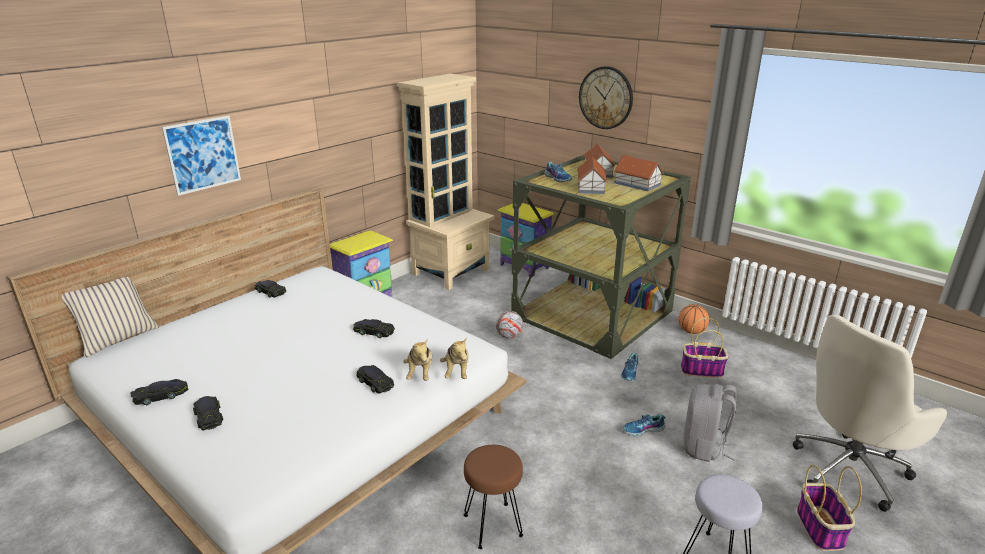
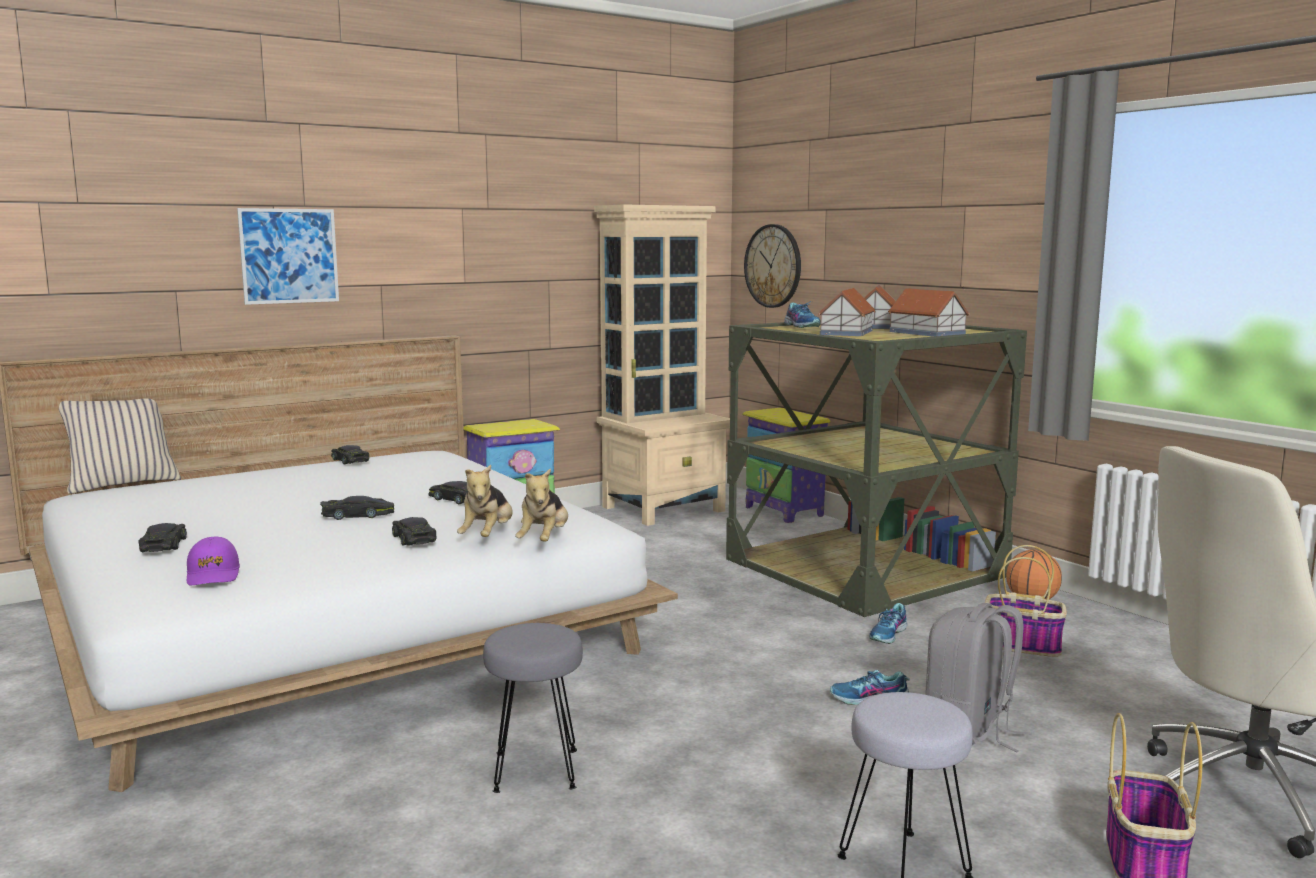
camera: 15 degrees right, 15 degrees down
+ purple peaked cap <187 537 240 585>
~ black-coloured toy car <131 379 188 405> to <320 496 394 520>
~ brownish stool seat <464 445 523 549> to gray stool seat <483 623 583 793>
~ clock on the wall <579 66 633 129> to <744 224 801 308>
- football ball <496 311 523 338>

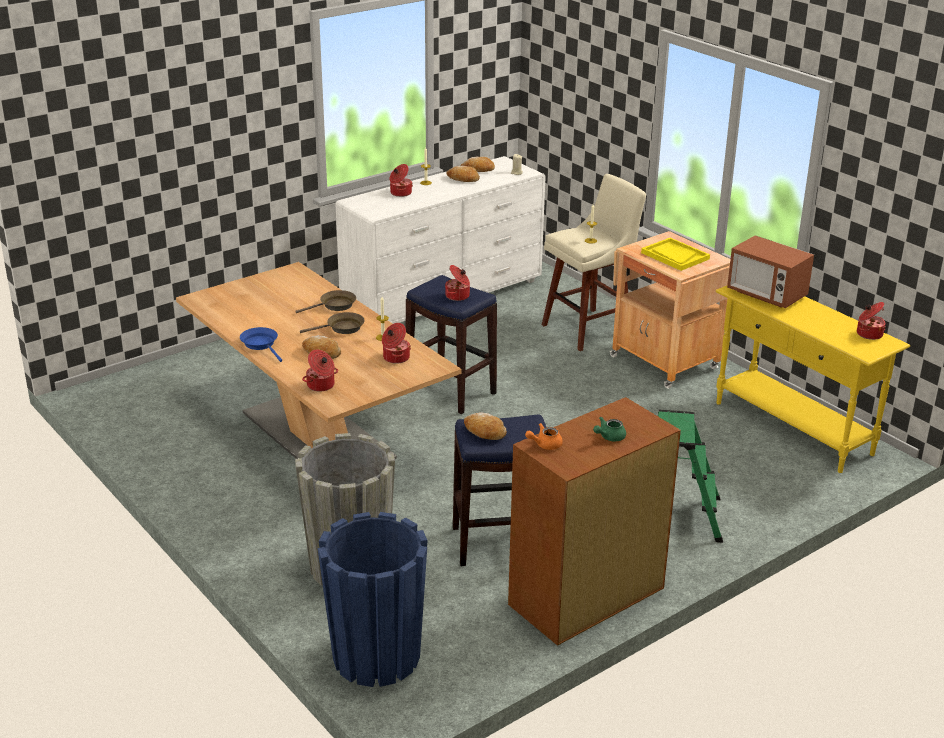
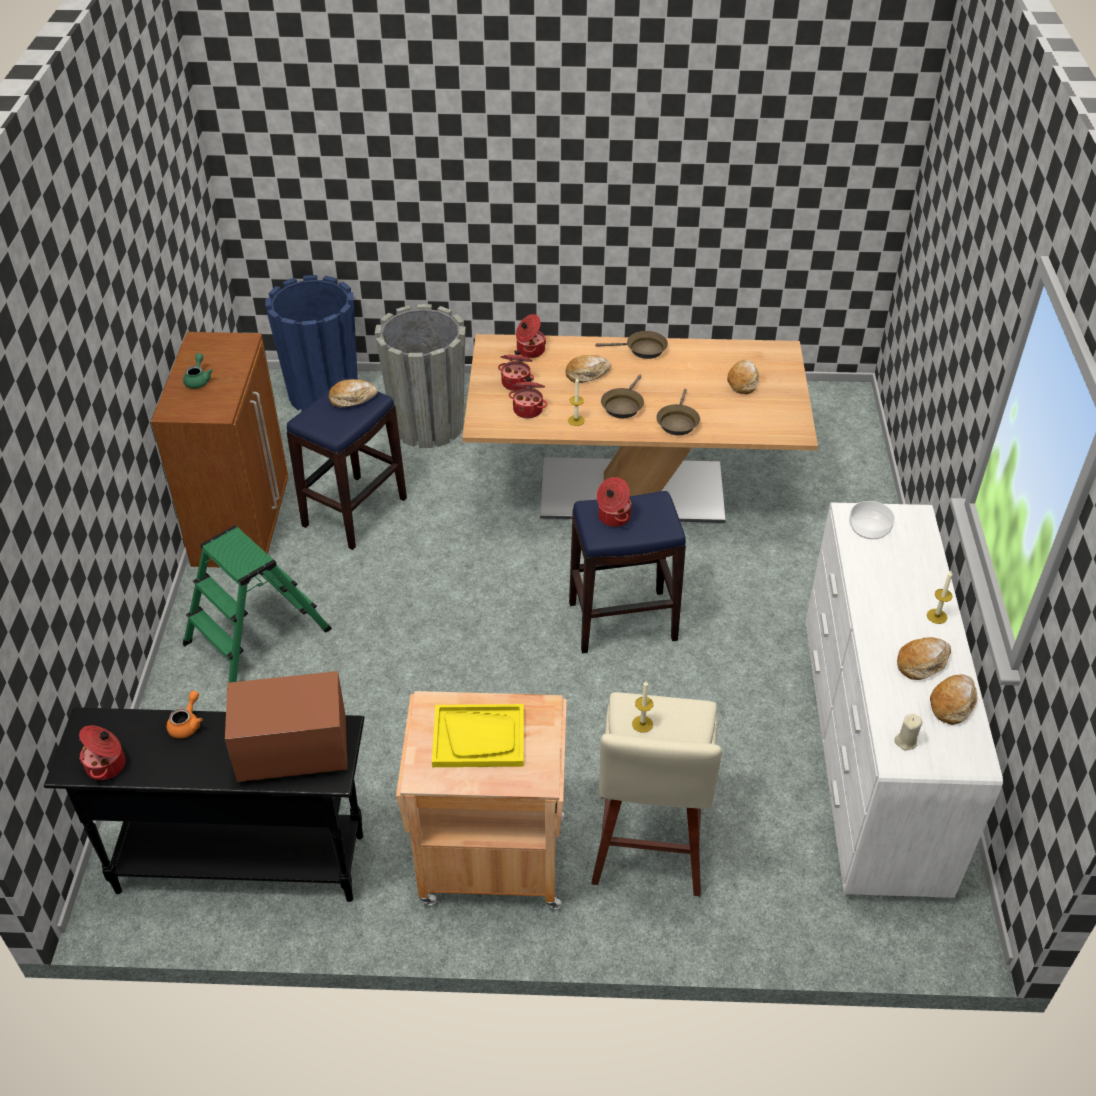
camera: 130 degrees right, 15 degrees up
~ yellowish console table <716 286 910 473> to black-coloured console table <44 707 365 902>
~ orangey teapot <525 423 563 450> to <167 691 203 739>
~ stockpot <390 164 413 197> to <498 350 534 391>
~ blue-coloured pan <240 327 282 362> to brownish pan <596 331 668 359>
+ baked bread <727 360 759 394>
+ deep dish <849 501 895 539>

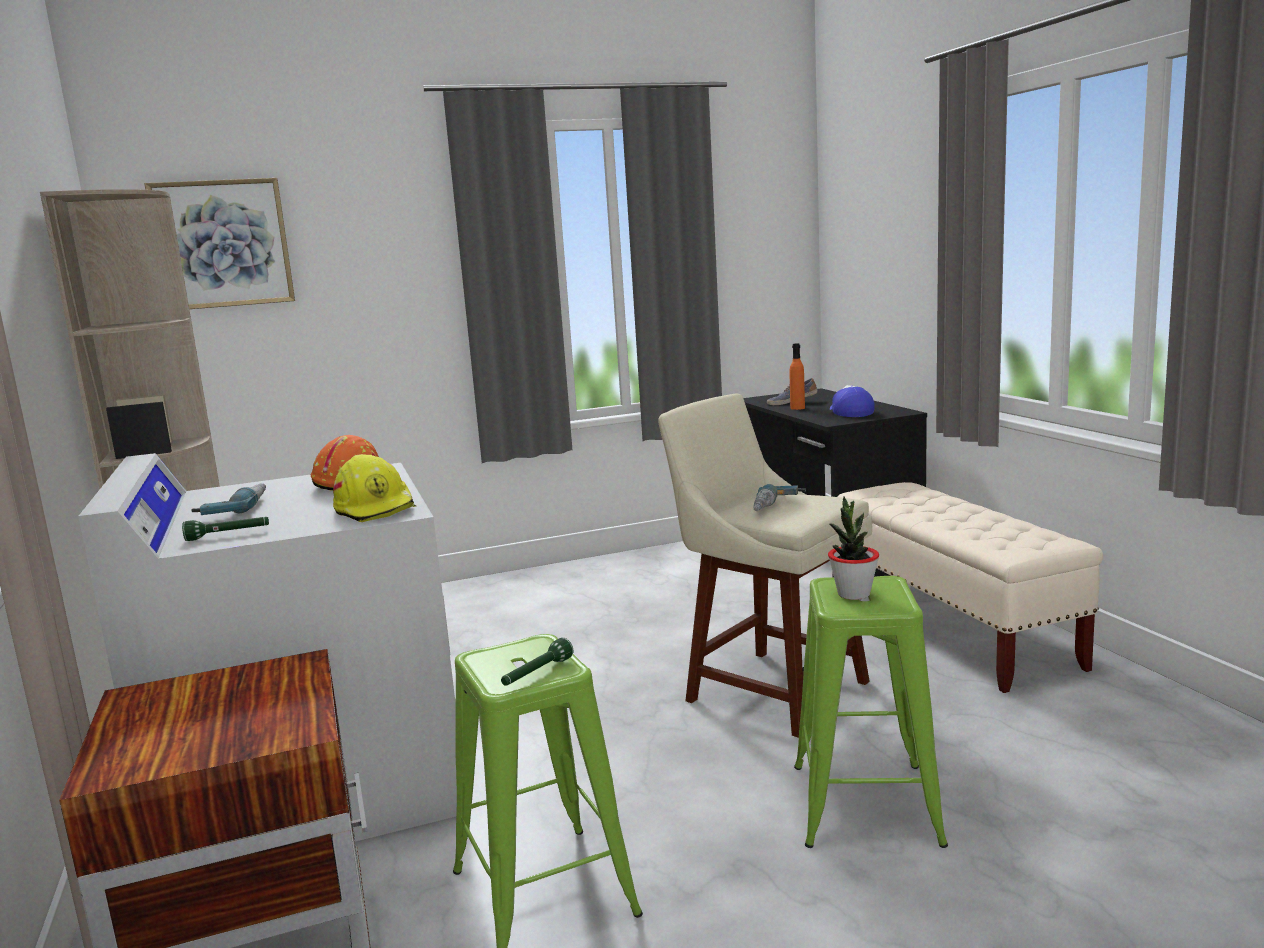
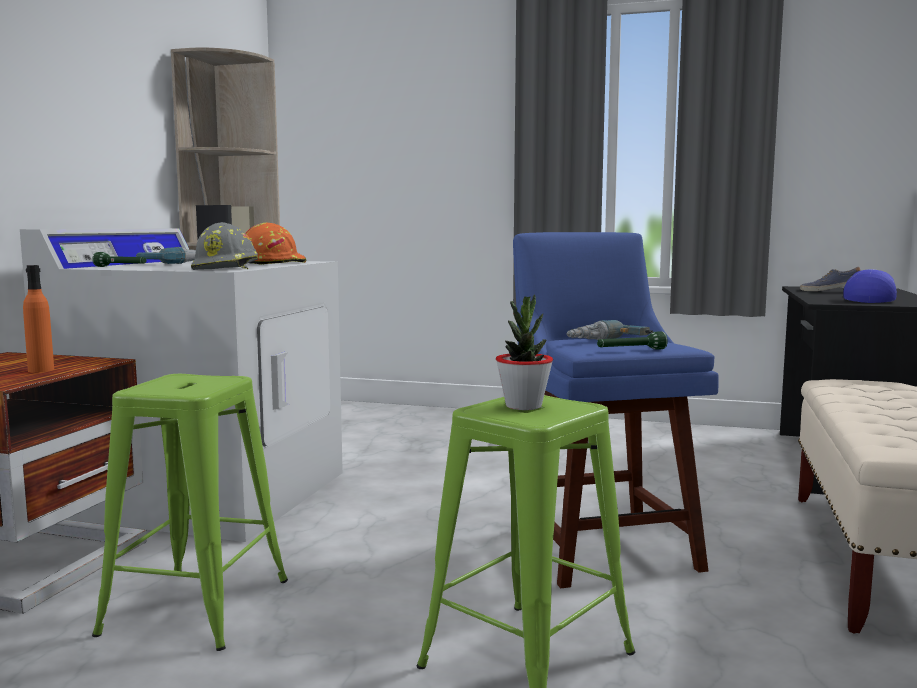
camera: 35 degrees right, 5 degrees down
~ orangey bottle <790 343 805 410> to <23 265 54 372>
~ yellowish work helmet <333 454 416 522> to gray work helmet <191 222 258 270>
~ sand-coloured stool seat <658 394 872 738> to blue-coloured stool seat <513 232 719 588>
~ green flashlight <501 638 573 686> to <597 331 668 350>
- picture <144 178 295 309>

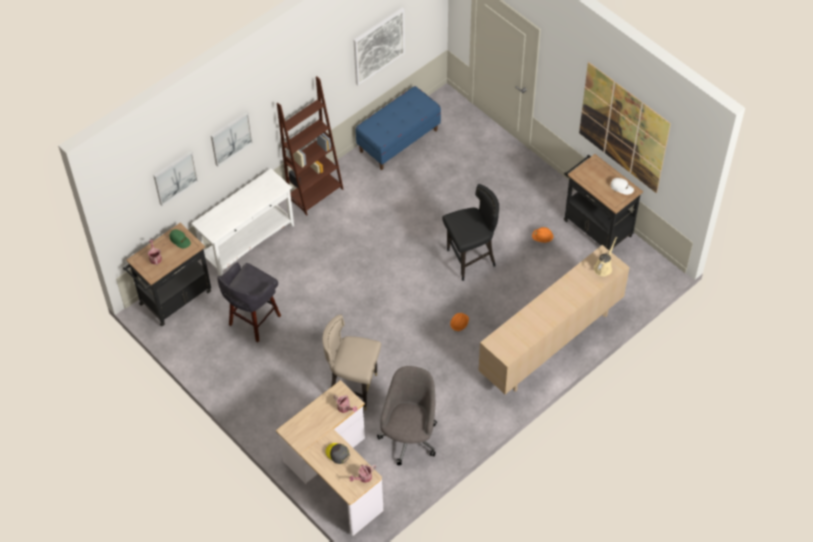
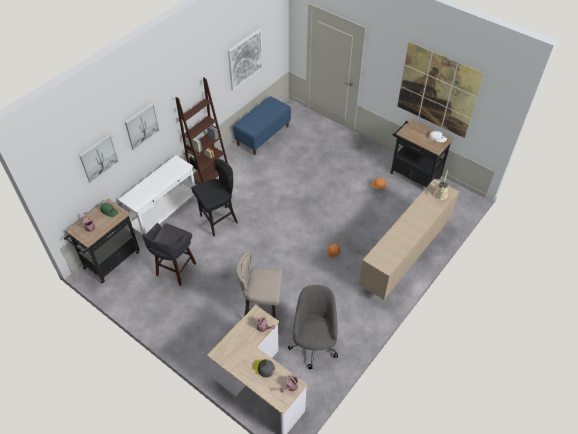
camera: 10 degrees left, 5 degrees down
~ black-coloured stool seat <442 184 499 281> to <192 158 238 236>

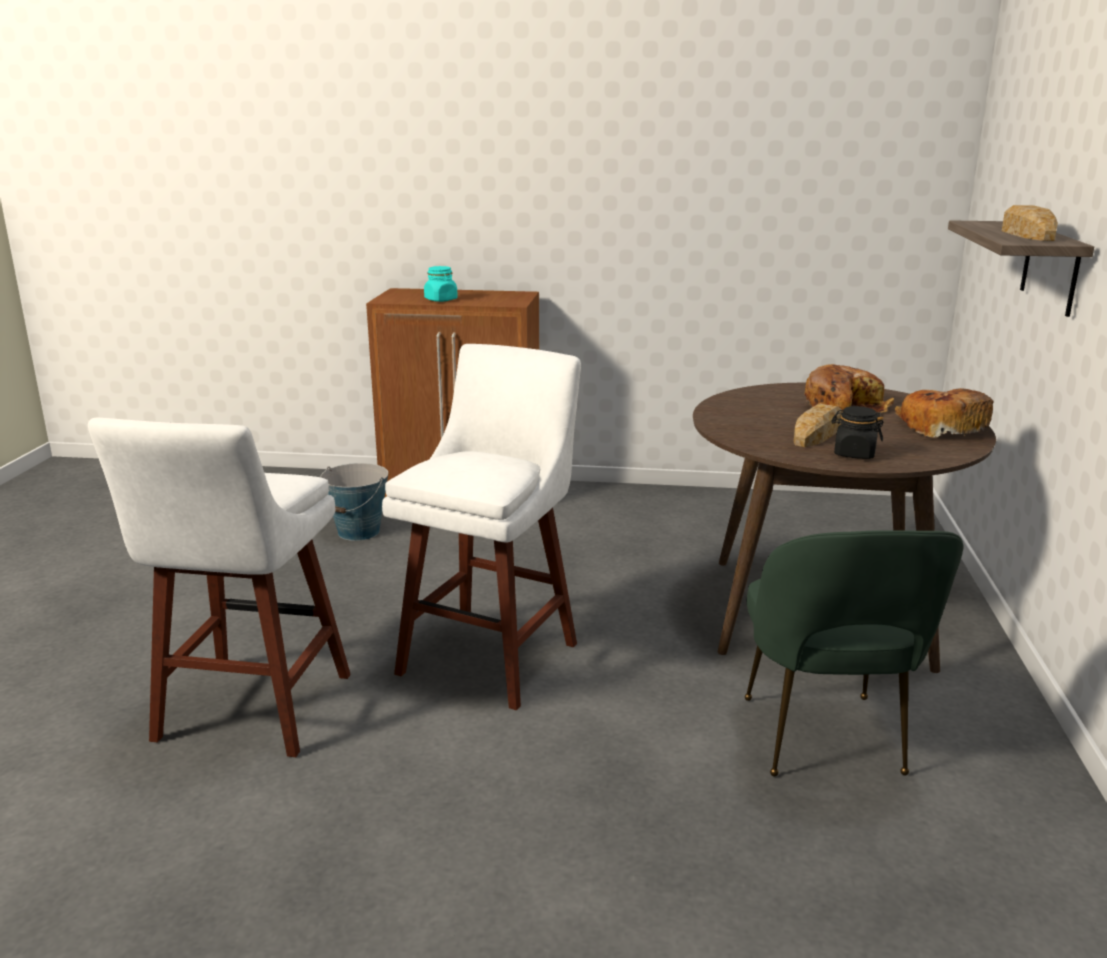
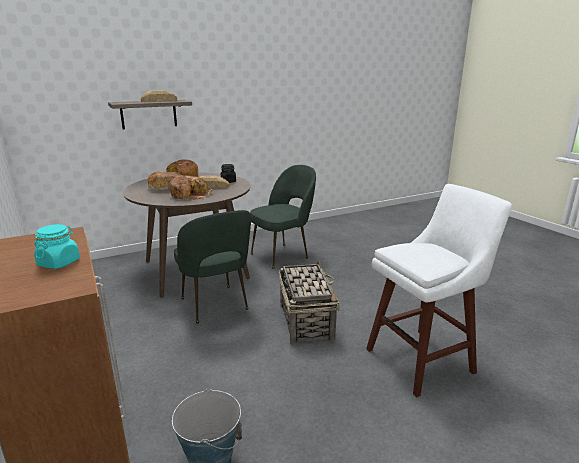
camera: 125 degrees left, 0 degrees up
+ baked bread <170 175 212 200>
+ green plain chair <174 210 251 324>
~ white stool seat <382 344 581 710> to basket <279 259 340 345>

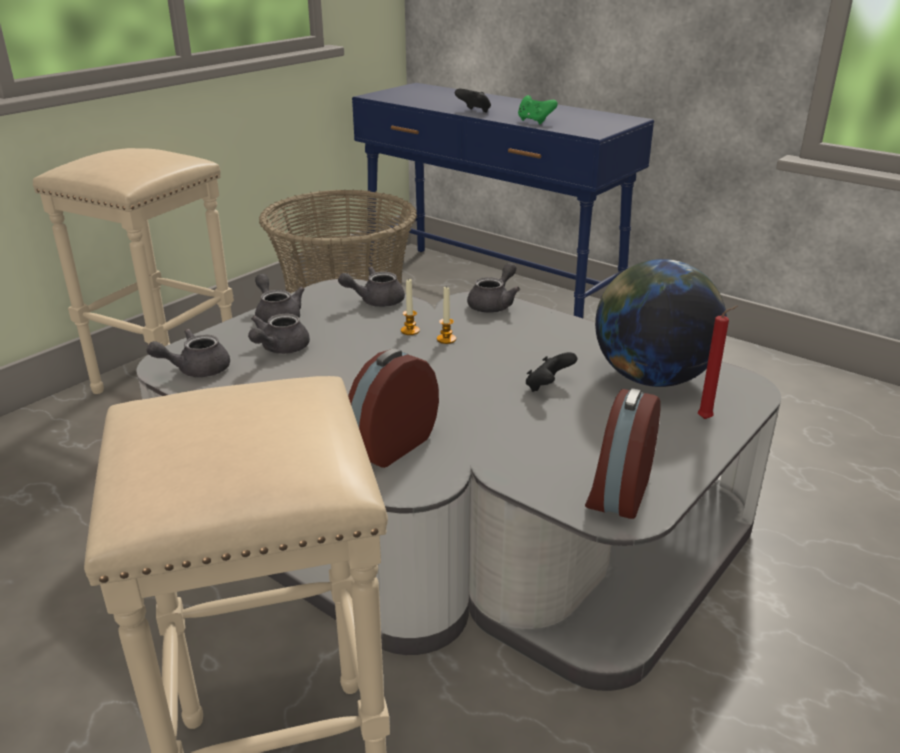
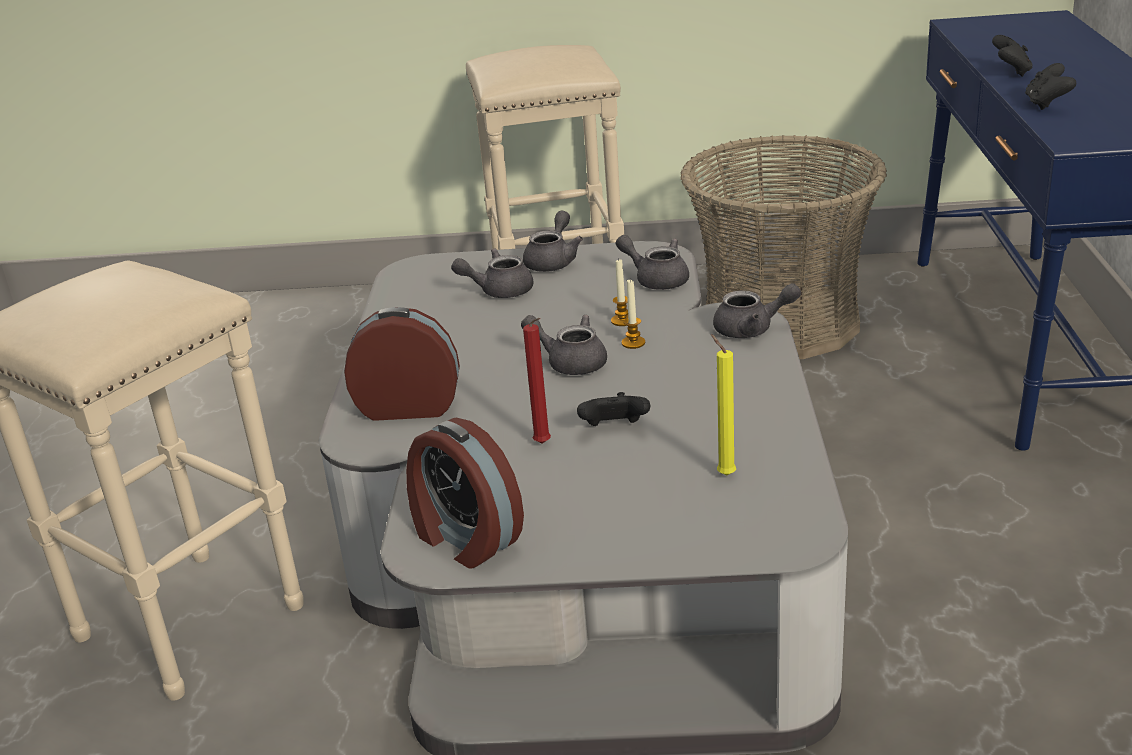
camera: 55 degrees right, 0 degrees up
~ alarm clock <585 388 660 519> = <406 418 524 569> 120 degrees counterclockwise
~ gray teapot <147 329 230 377> to <521 315 607 375>
~ red candle <698 306 738 419> to <523 318 551 444>
~ globe <595 259 727 387> to yellowish candle <711 334 736 476>
~ green joypad <518 95 558 124> to black-coloured joypad <1025 63 1076 110>

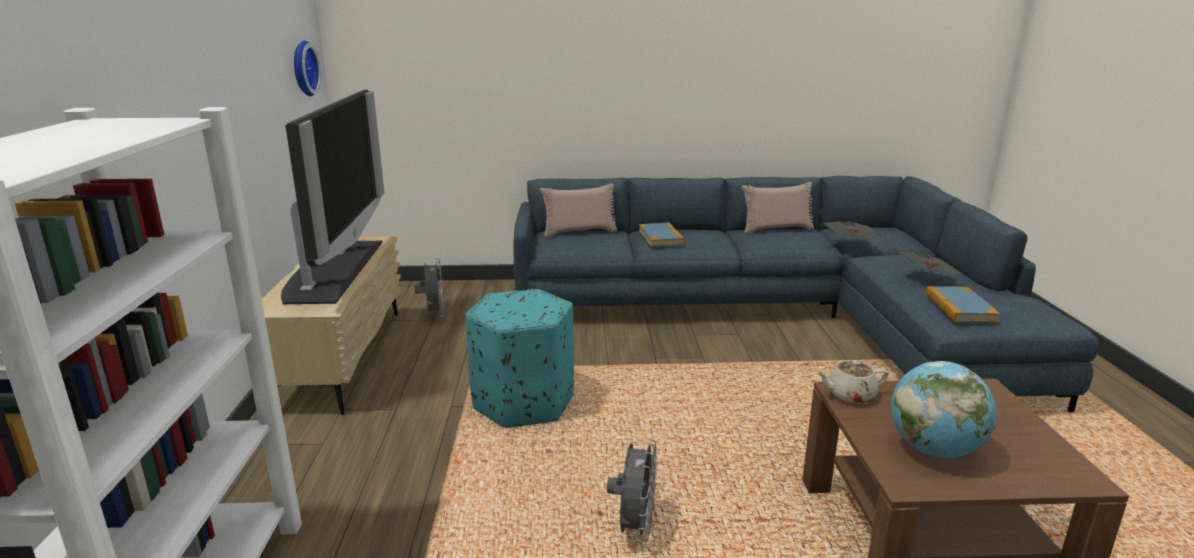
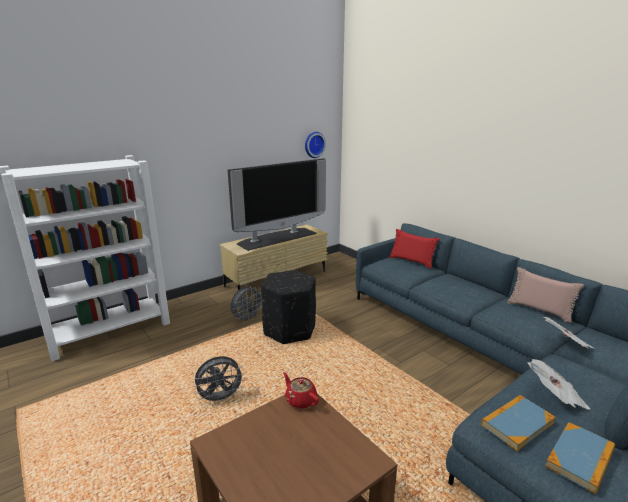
camera: 55 degrees right, 0 degrees up
~ gray fan <415 258 444 317> to <231 286 262 323>
~ turquoise-coloured ottoman <465 289 574 428> to black-coloured ottoman <261 270 316 344>
~ sand-coloured teapot <816 360 889 404> to red teapot <283 372 319 409>
~ sand-coloured cushion <540 183 617 238> to red cushion <389 229 439 269>
~ book <639 223 685 247> to <545 422 615 494>
- globe <891 361 997 458>

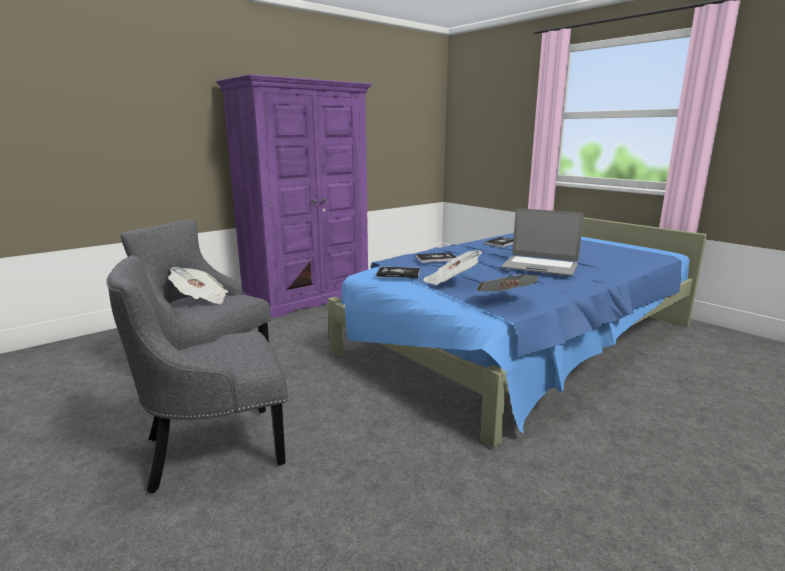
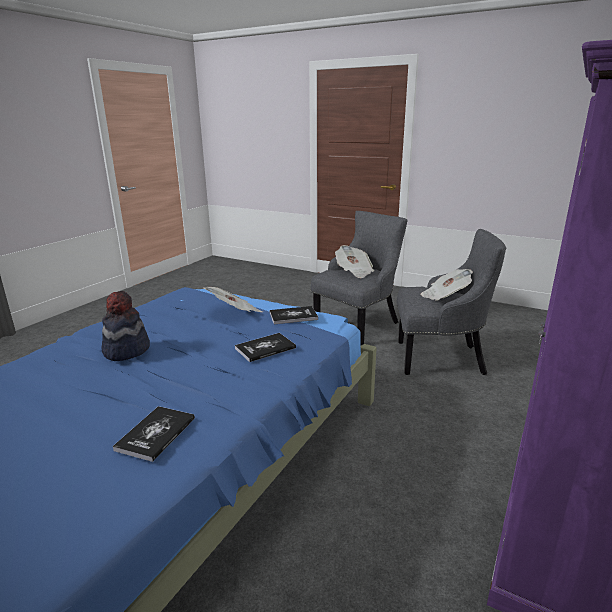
camera: 160 degrees right, 5 degrees up
~ laptop <502 208 584 276> to clothing hat <102 291 150 361>
~ newspaper <477 274 538 292> to <335 245 374 278>

